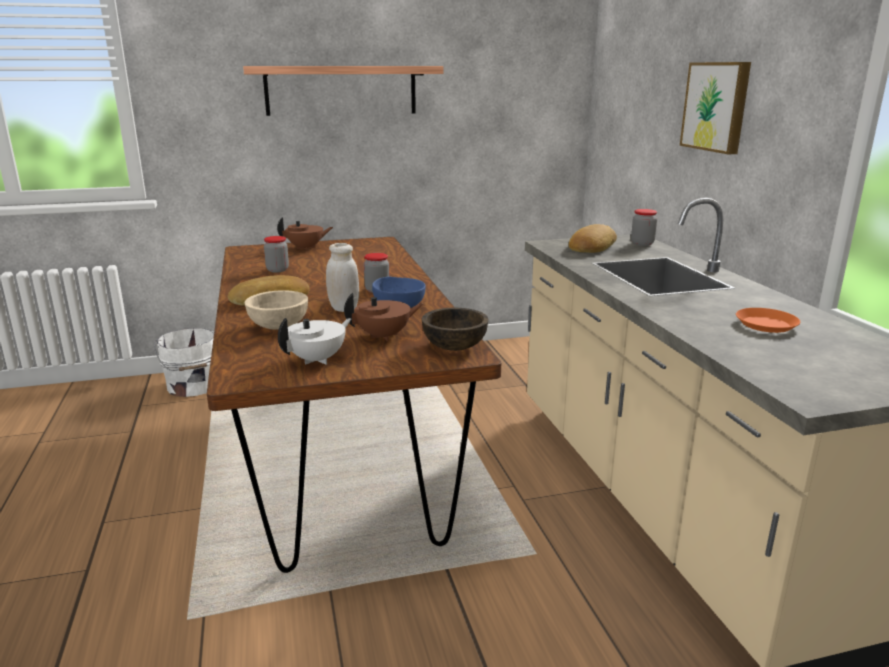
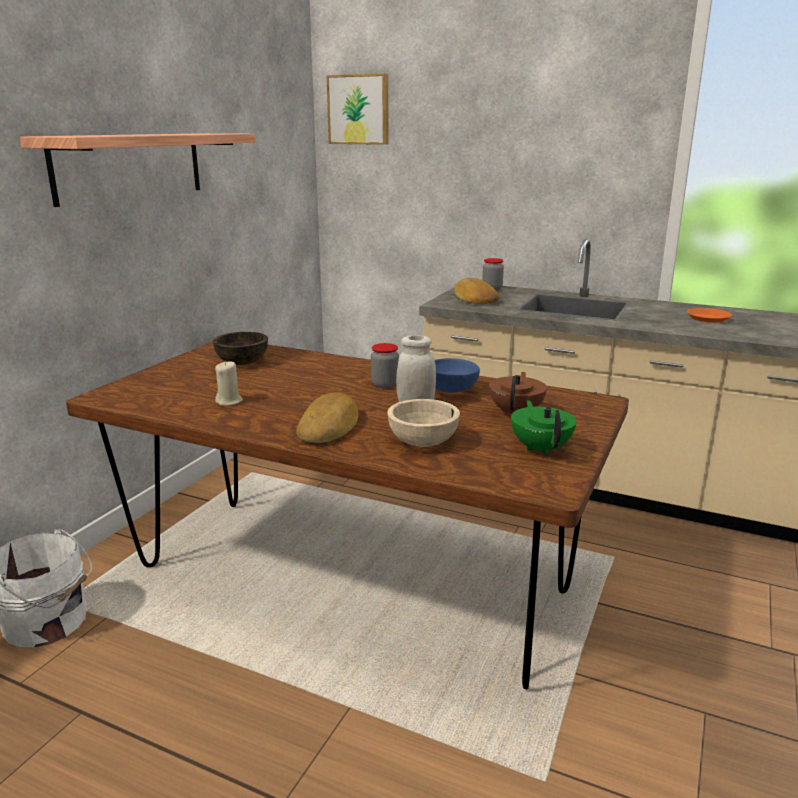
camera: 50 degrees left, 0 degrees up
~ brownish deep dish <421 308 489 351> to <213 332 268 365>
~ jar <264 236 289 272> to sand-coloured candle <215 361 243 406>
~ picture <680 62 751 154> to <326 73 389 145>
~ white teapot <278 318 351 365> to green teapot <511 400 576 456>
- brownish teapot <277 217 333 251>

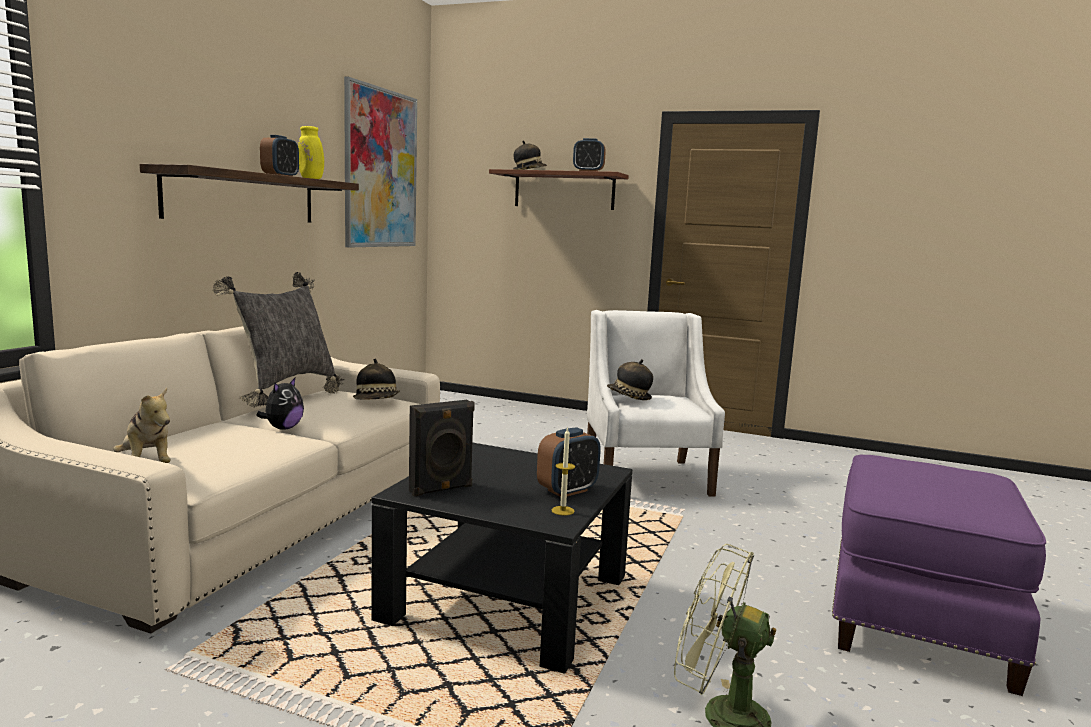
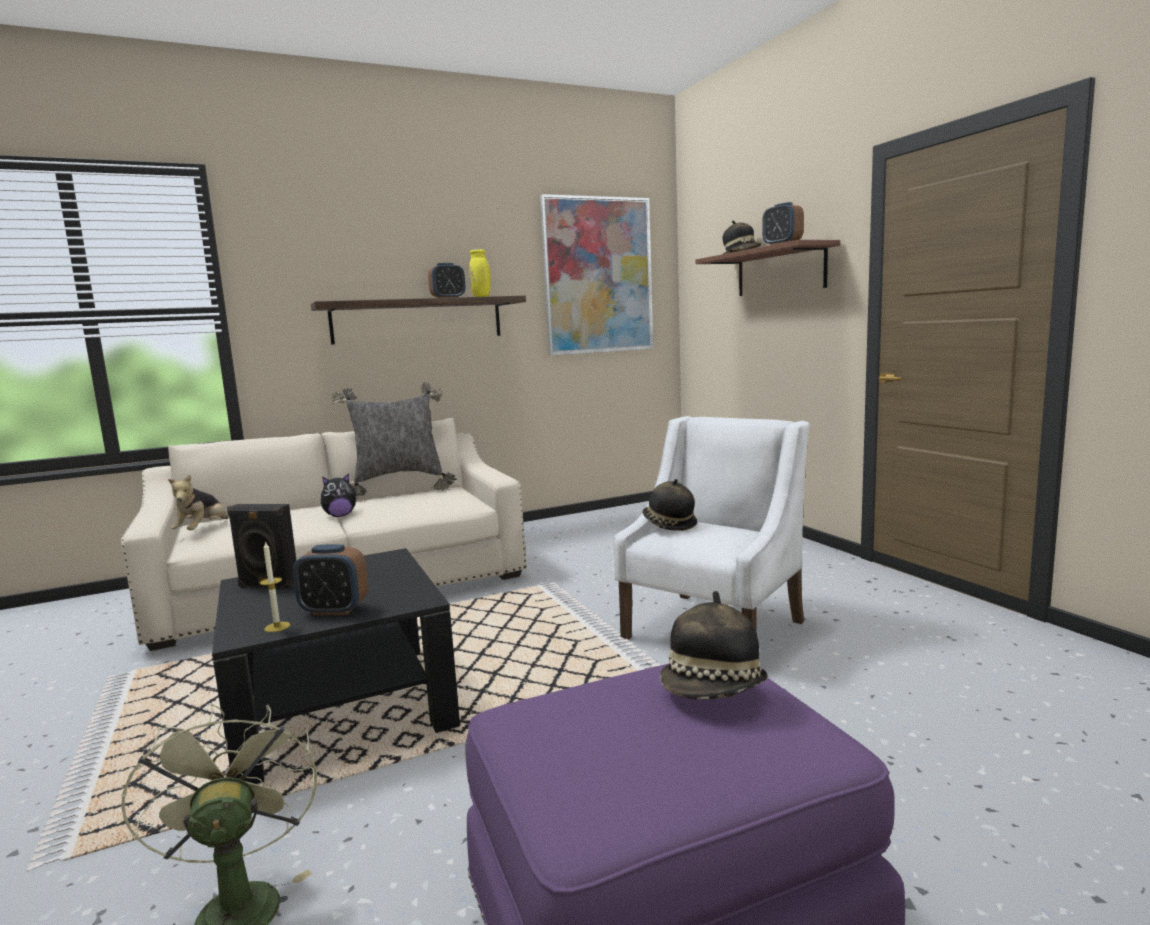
camera: 45 degrees right, 0 degrees up
~ clothing hat <353 359 400 400> to <660 591 768 700>

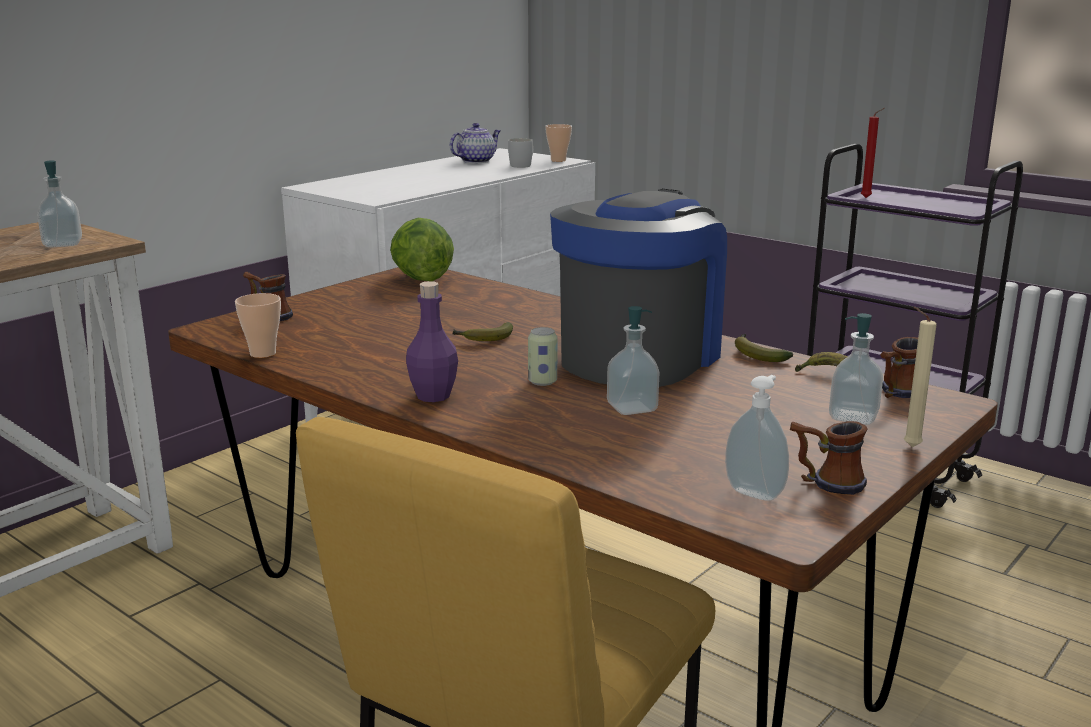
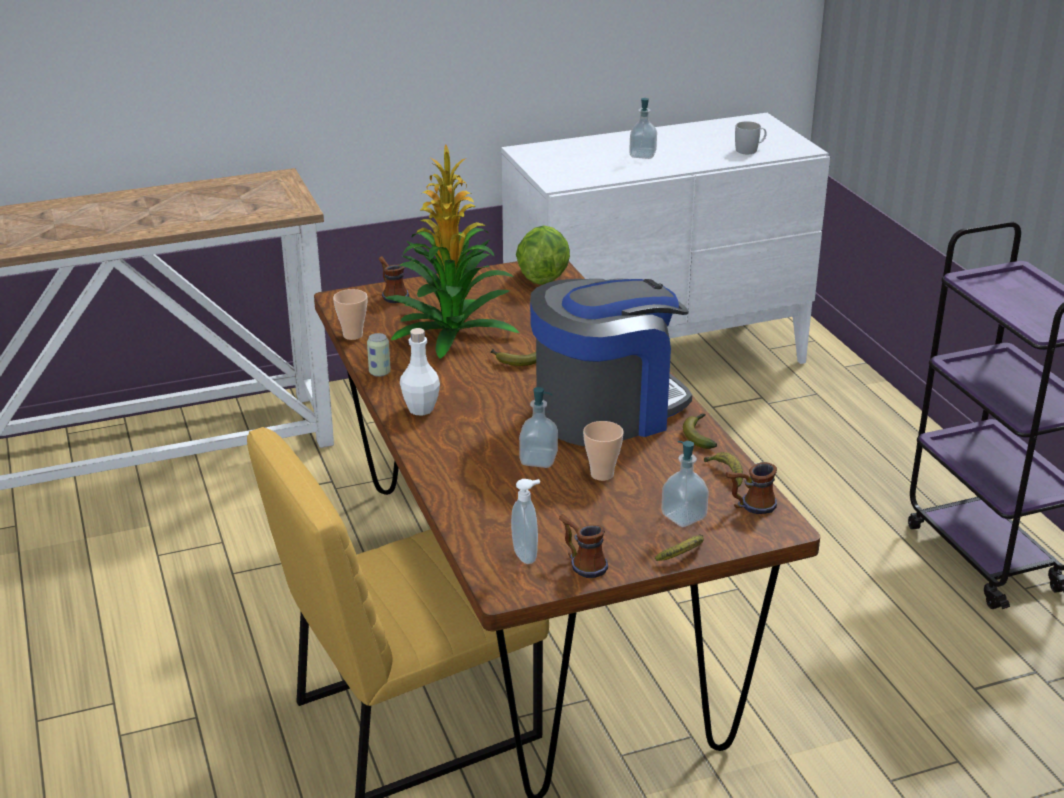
camera: 30 degrees right, 10 degrees up
~ can <528 327 558 386> to <367 333 391 377>
+ plant in a pot <385 144 519 359>
~ purple bottle <406 281 458 402> to white bottle <400 328 440 415>
~ cup <545 124 572 162> to <583 421 624 481>
~ liquid soap bottle <37 160 82 248> to <629 98 657 159>
~ sand-coloured candle <904 307 937 447> to banana fruit <655 534 704 561>
- teapot <450 123 501 163>
- red candle <861 108 885 198>

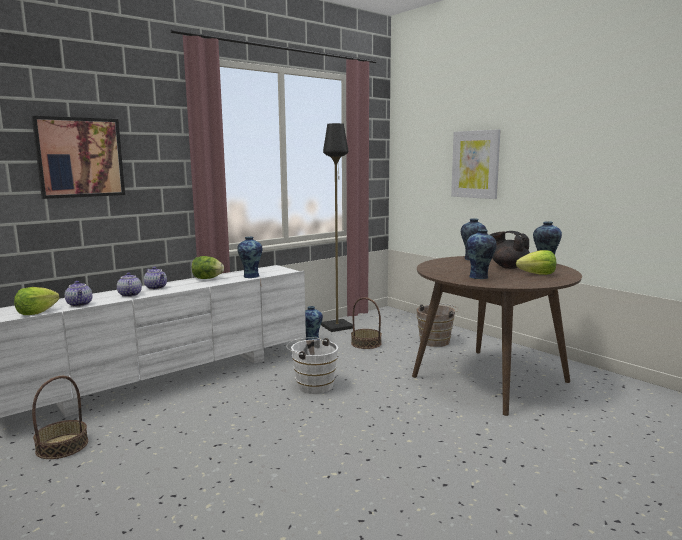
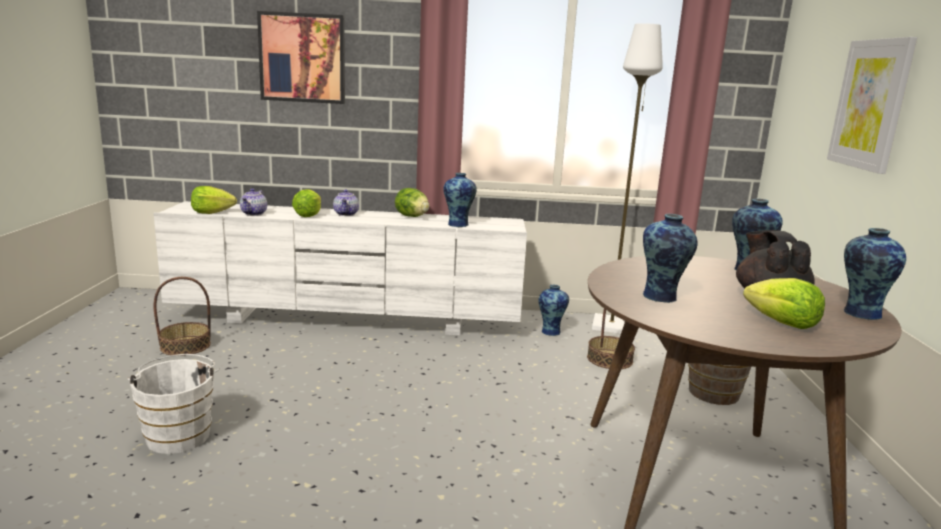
camera: 40 degrees right, 5 degrees up
~ white pail <286 337 338 394> to <127 354 220 454>
~ teapot <117 272 142 297> to head of lettuce <292 189 321 217>
~ black-coloured standing lamp <321 123 353 332> to white standing lamp <592 23 663 334>

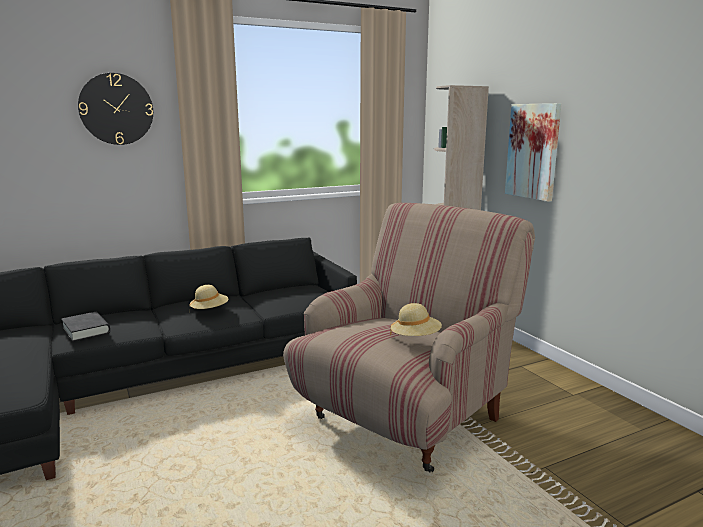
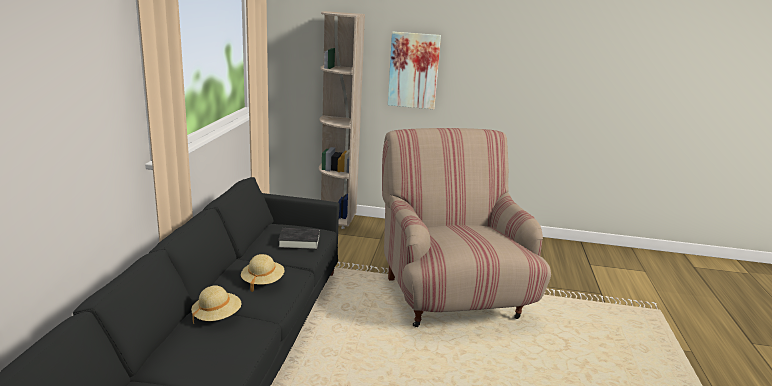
camera: 55 degrees left, 5 degrees up
~ sand-coloured clothing hat <390 303 442 336> to <191 285 242 324>
~ black-coloured book <61 312 110 342> to <278 228 320 250>
- clock on the wall <78 73 153 145>

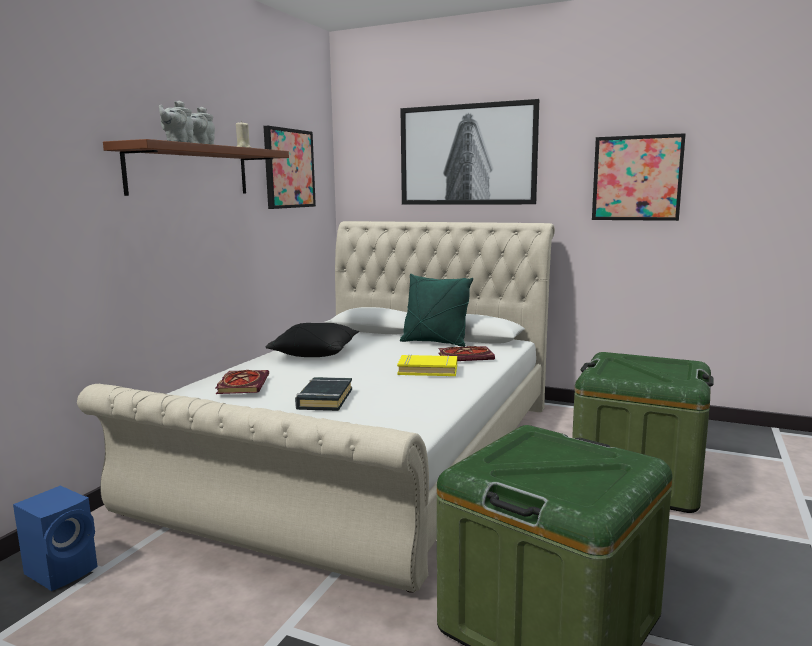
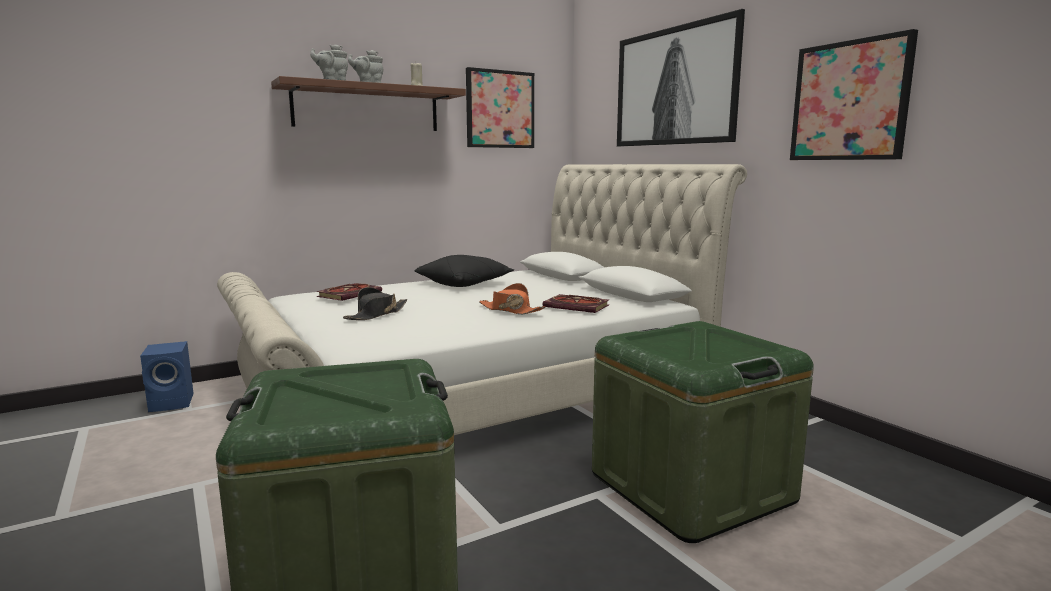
camera: 35 degrees right, 0 degrees up
~ black-coloured book <295 377 352 411> to black-coloured clothing hat <343 287 407 320>
~ yellowish book <397 354 457 376> to orangey clothing hat <479 283 545 314>
- green cushion <400 274 473 347>

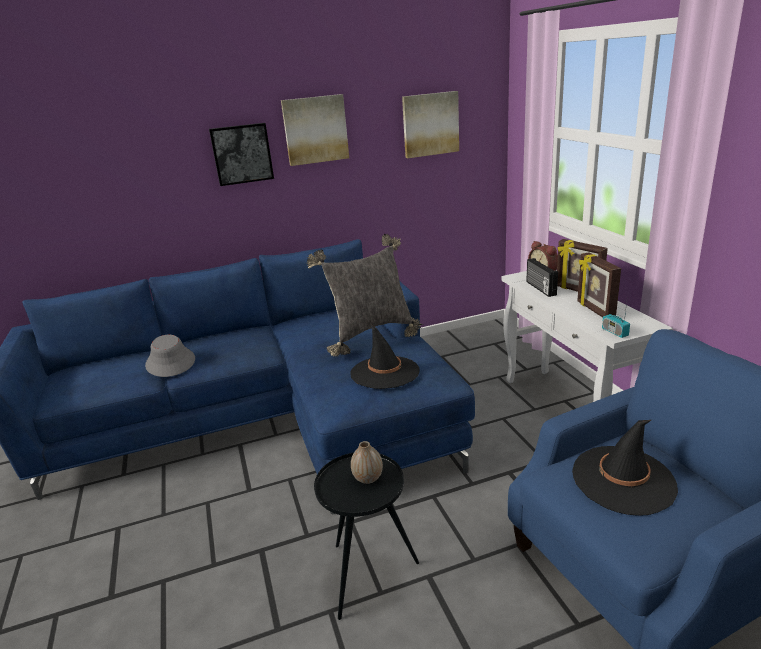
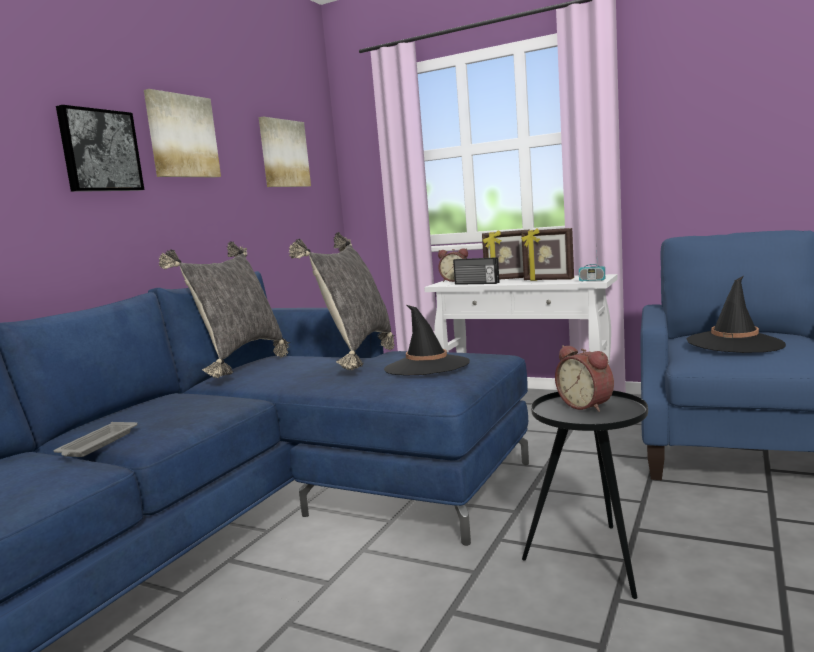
camera: 45 degrees left, 15 degrees down
~ gray clothing hat <145 335 195 377> to gray tray <54 422 138 457>
+ cushion <159 241 291 378>
~ vase <351 441 383 484> to alarm clock <555 345 614 412>

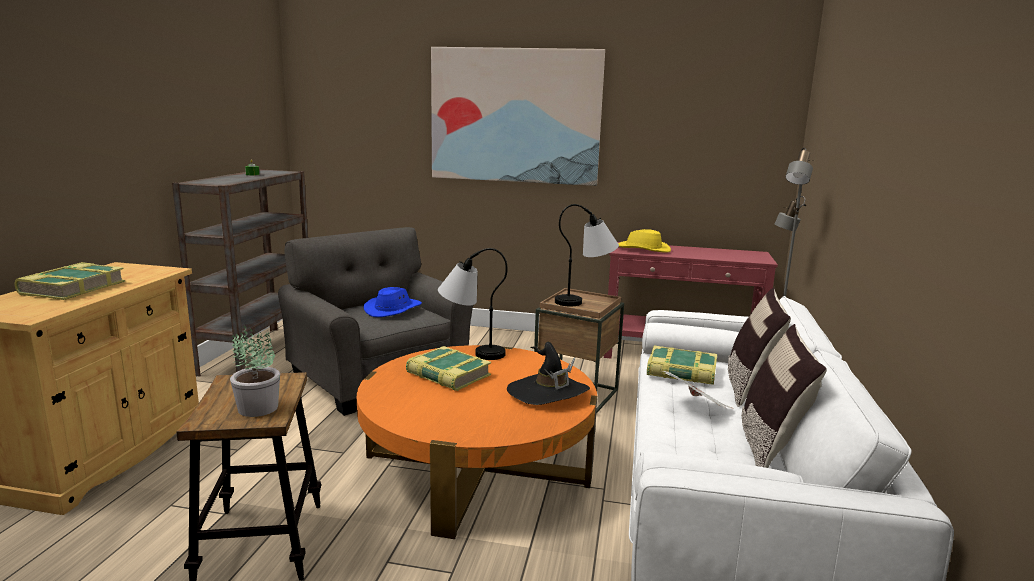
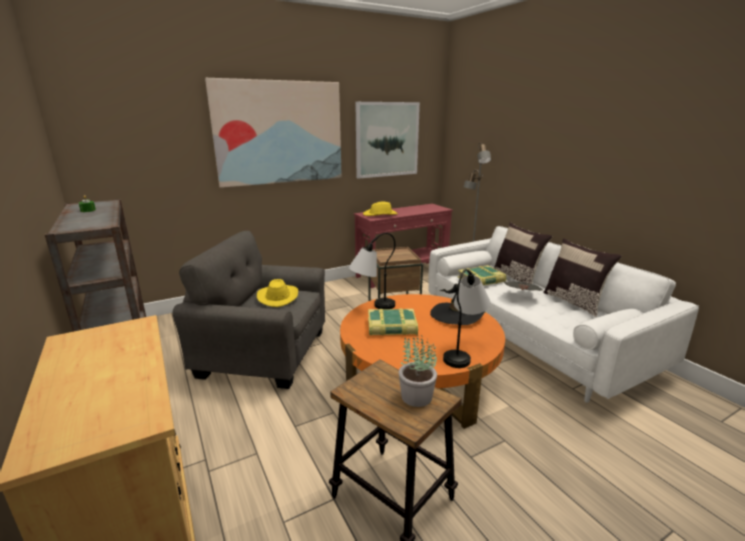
camera: 40 degrees left, 5 degrees up
~ blue-coloured clothing hat <364 287 422 317> to yellowish clothing hat <257 279 298 307>
+ picture <355 102 420 179>
~ tabletop lamp <555 204 619 306> to <443 269 490 368>
- book <14 262 125 300>

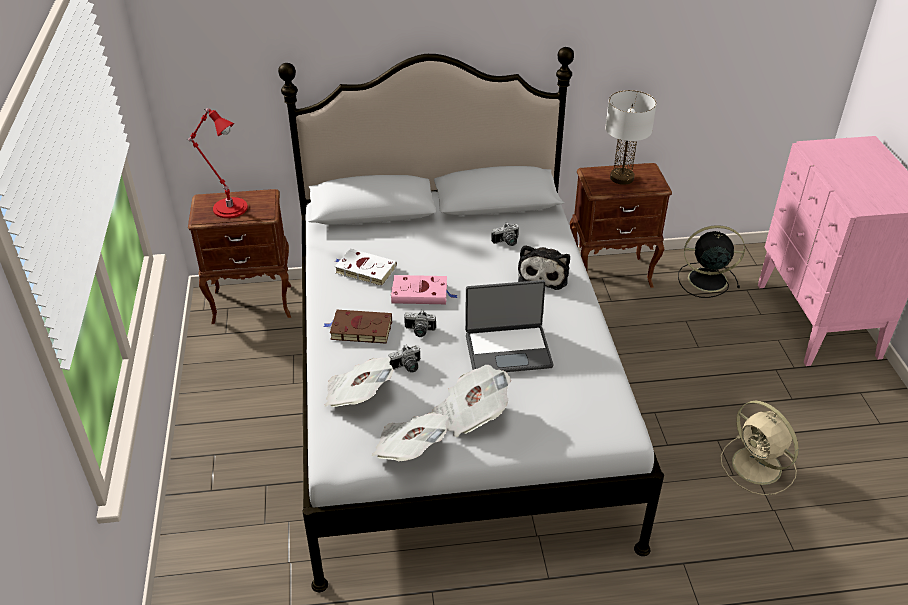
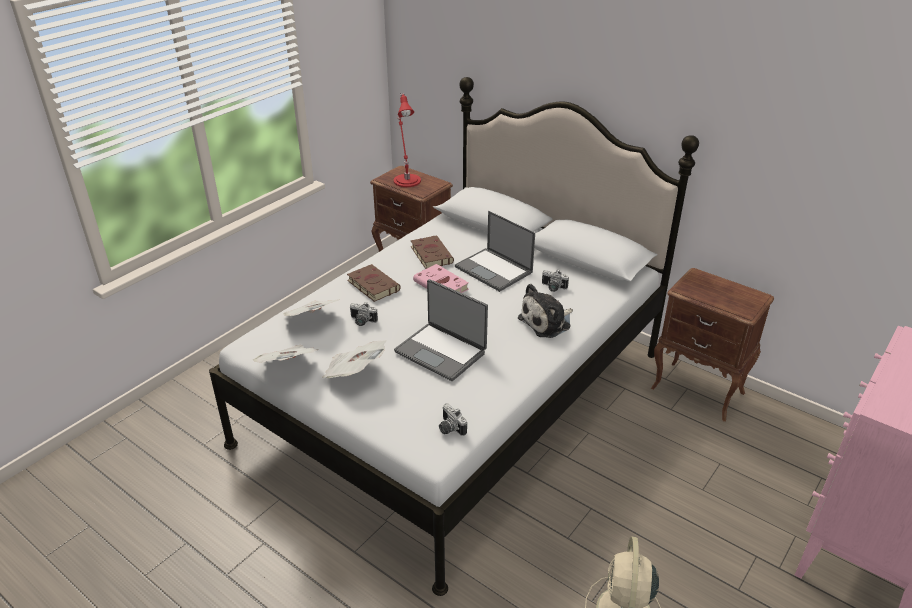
camera: 45 degrees right, 5 degrees down
~ white book <334 248 397 287> to brownish book <411 235 454 269>
~ photo camera <404 310 436 337> to <439 403 467 436>
+ laptop <455 211 535 292>
- tabletop lamp <605 90 656 185>
- black-coloured fan <678 225 745 298>

